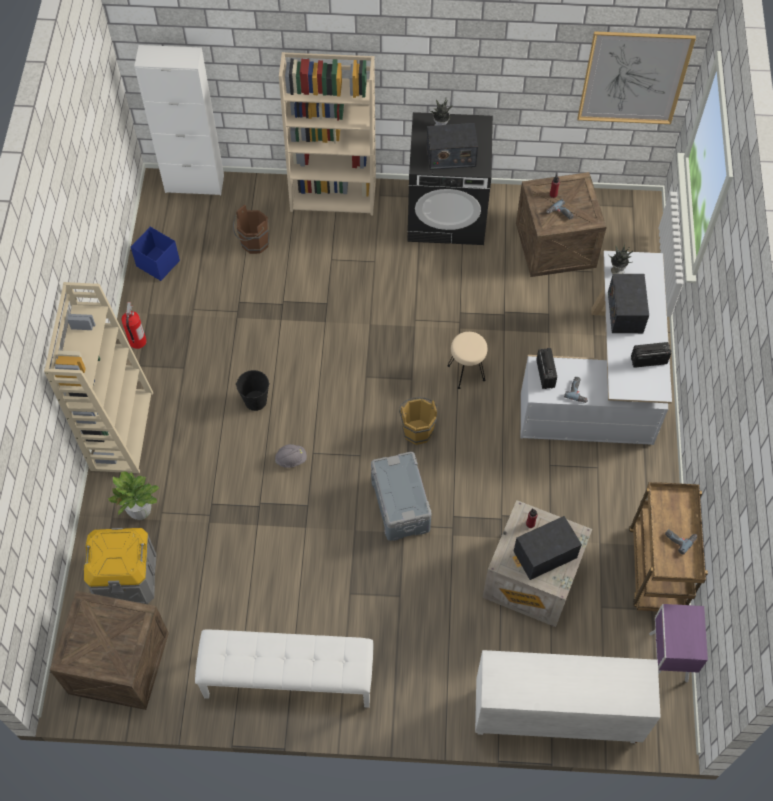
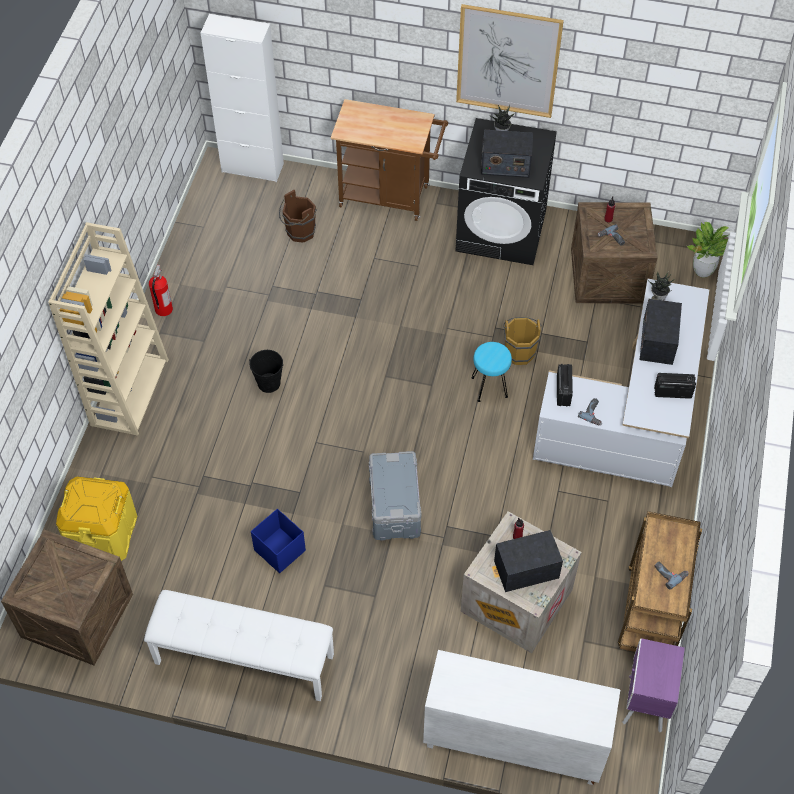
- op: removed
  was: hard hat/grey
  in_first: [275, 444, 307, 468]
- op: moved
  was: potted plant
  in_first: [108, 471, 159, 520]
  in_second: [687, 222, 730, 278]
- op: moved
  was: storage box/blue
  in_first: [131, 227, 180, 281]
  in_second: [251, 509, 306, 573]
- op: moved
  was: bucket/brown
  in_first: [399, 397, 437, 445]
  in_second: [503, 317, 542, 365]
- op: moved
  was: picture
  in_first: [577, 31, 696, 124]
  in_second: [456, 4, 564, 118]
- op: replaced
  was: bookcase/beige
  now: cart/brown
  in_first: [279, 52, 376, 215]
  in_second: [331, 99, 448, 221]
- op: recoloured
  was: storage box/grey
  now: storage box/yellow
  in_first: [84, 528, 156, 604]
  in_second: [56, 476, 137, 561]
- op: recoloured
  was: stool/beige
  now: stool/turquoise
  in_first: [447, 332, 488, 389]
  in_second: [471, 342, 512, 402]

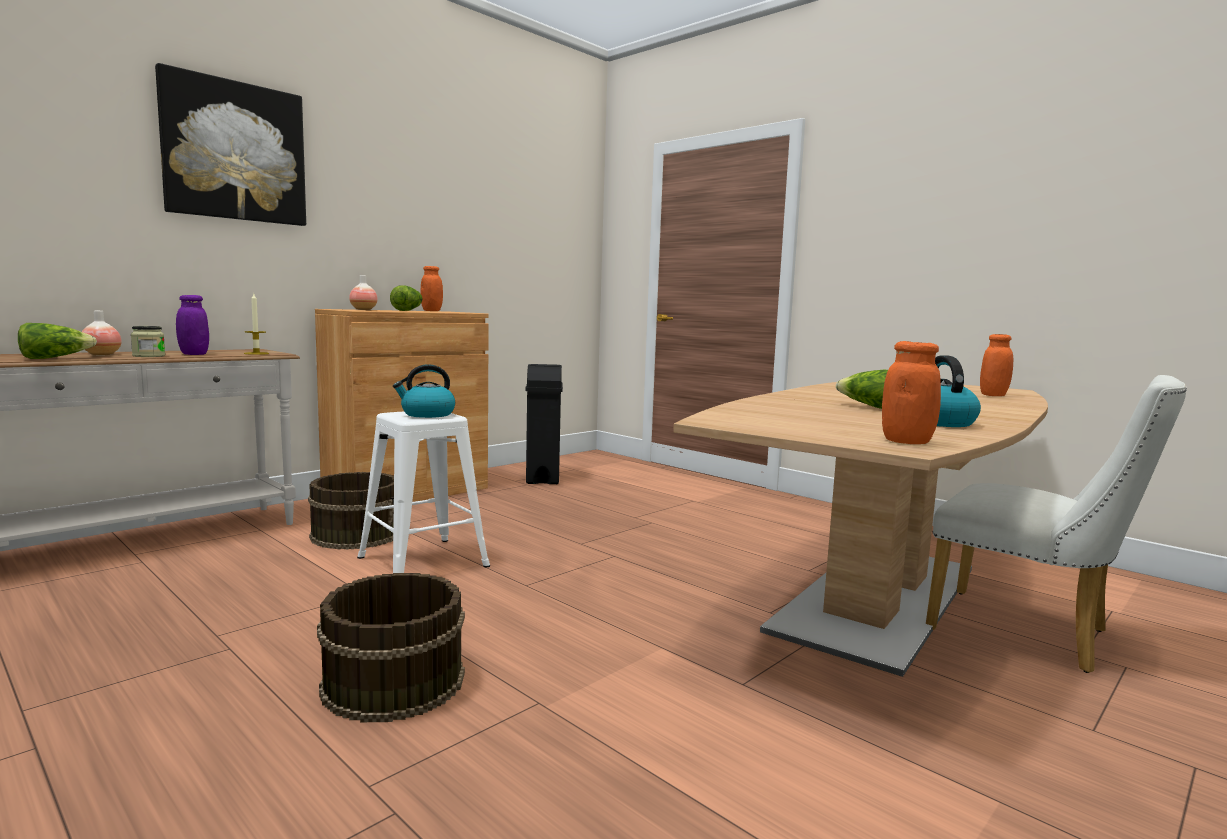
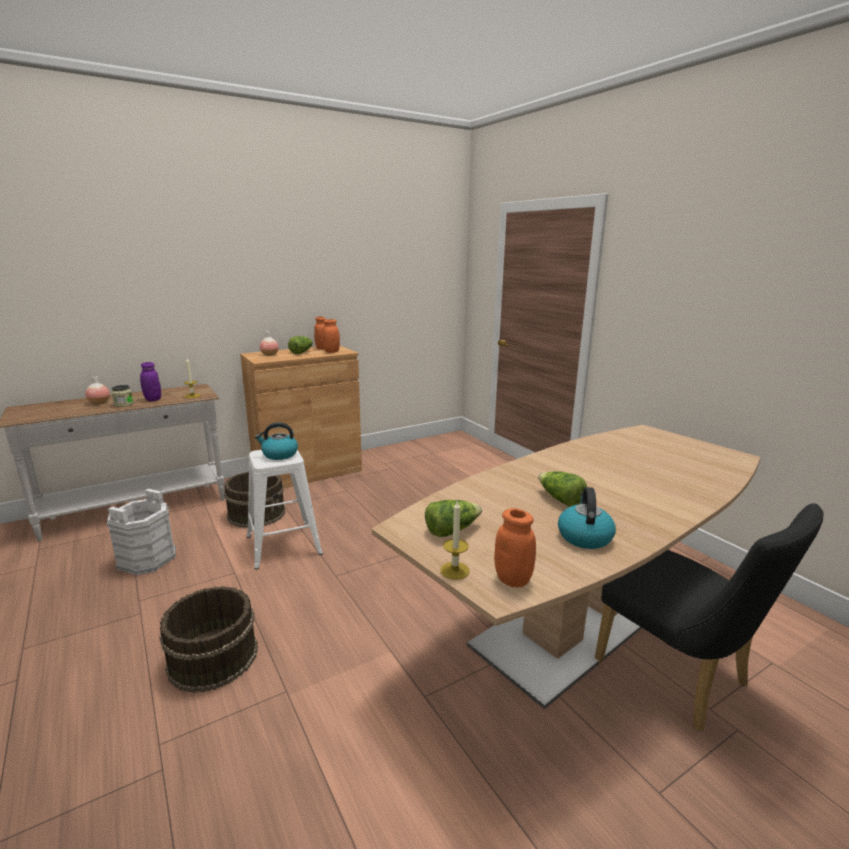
- op: removed
  was: picture
  in_first: [155, 63, 306, 226]
- op: removed
  was: trash can/black
  in_first: [525, 364, 563, 484]
- op: added
  now: bucket/white
  in_second: [107, 489, 176, 575]
- op: added
  now: candle
  in_second: [441, 500, 470, 579]
- op: moved
  was: lettuce
  in_first: [18, 323, 97, 359]
  in_second: [425, 500, 482, 537]
- op: moved
  was: jar/orange
  in_first: [980, 334, 1013, 396]
  in_second: [322, 319, 340, 353]
- op: recoloured
  was: chair/white
  now: chair/black
  in_first: [926, 375, 1187, 673]
  in_second: [595, 503, 824, 732]

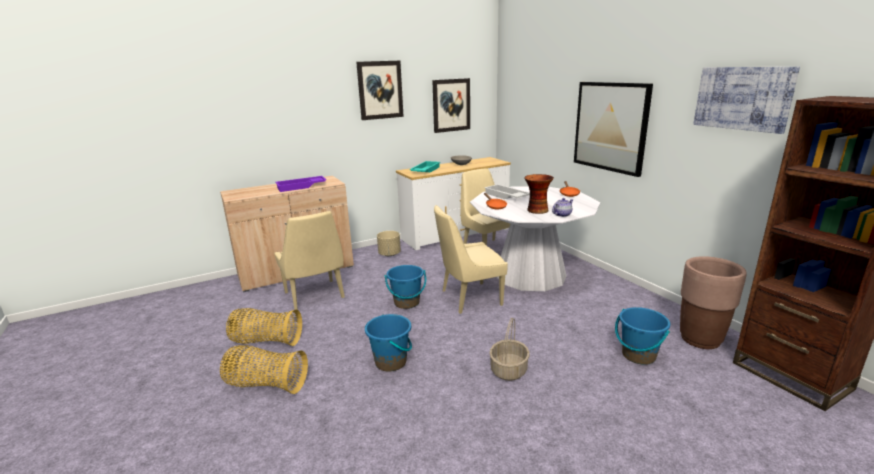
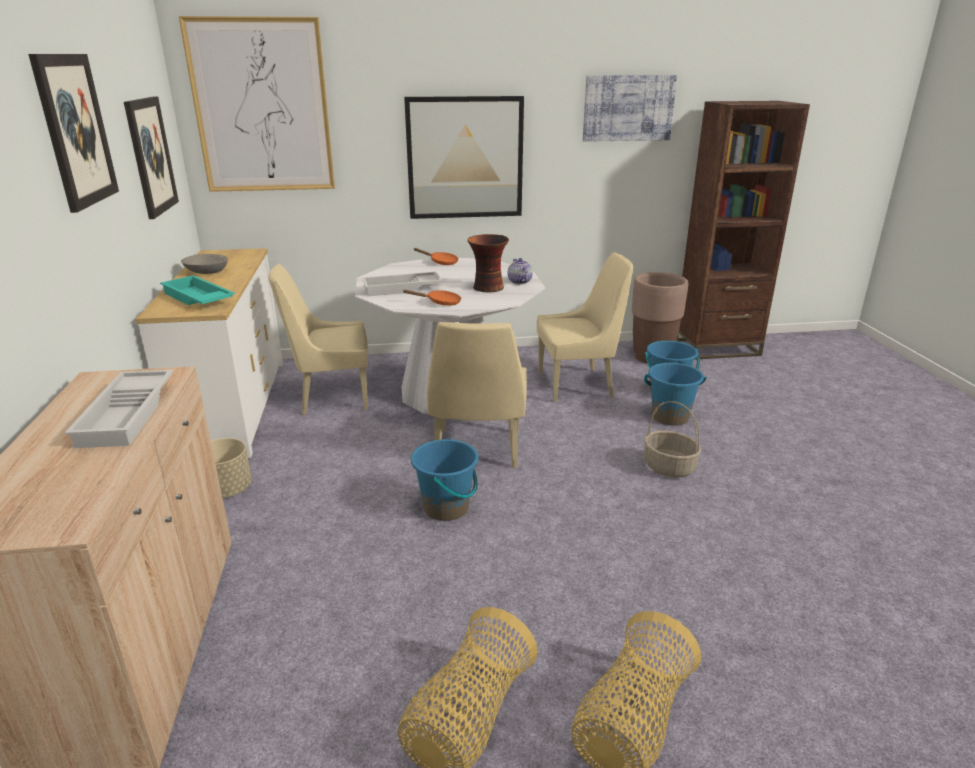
- op: added
  now: picture
  in_second: [179, 16, 335, 192]
- op: moved
  was: chair/beige
  in_first: [274, 211, 345, 310]
  in_second: [537, 252, 633, 402]
- op: moved
  was: bucket/blue
  in_first: [365, 314, 412, 371]
  in_second: [644, 363, 707, 426]
- op: recoloured
  was: tray/purple
  now: tray/white
  in_first: [275, 176, 326, 192]
  in_second: [65, 370, 173, 448]

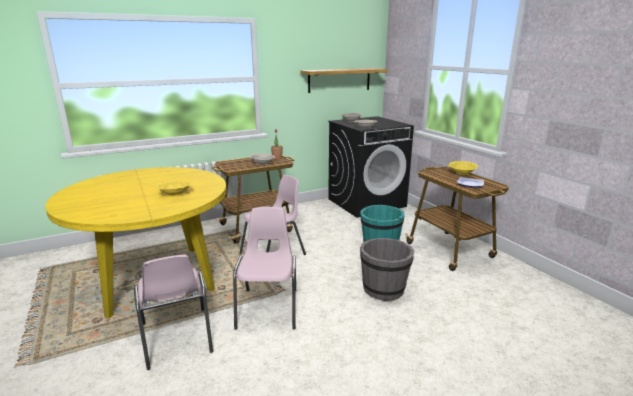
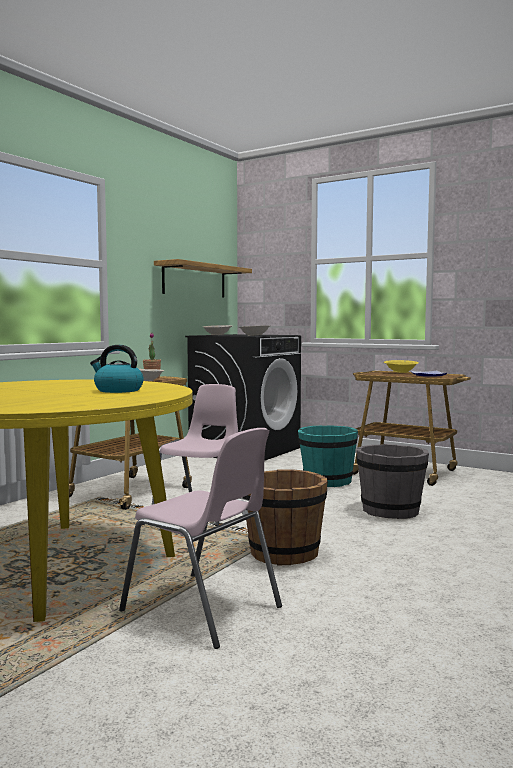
- op: replaced
  was: bowl/yellow
  now: kettle
  in_first: [156, 180, 192, 196]
  in_second: [90, 345, 144, 393]
- op: replaced
  was: chair/pink
  now: bucket/brown
  in_first: [233, 207, 296, 330]
  in_second: [242, 469, 328, 565]

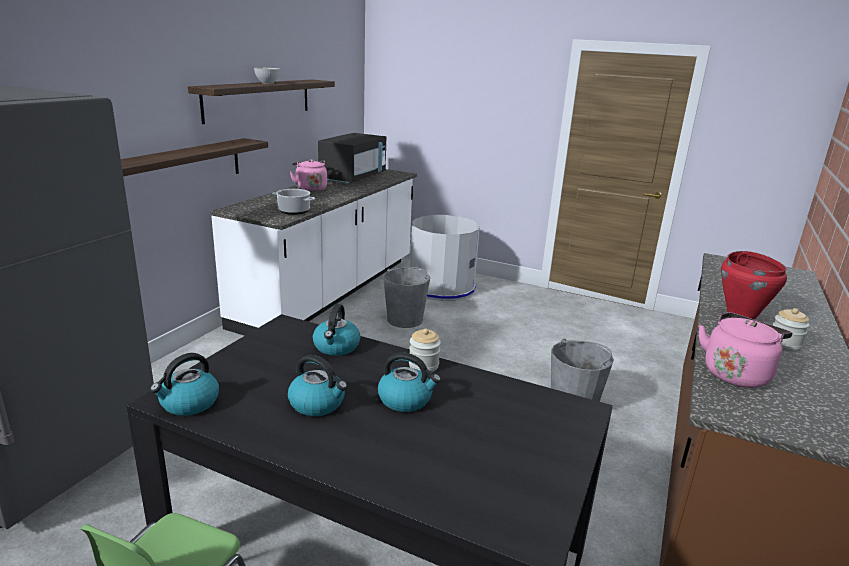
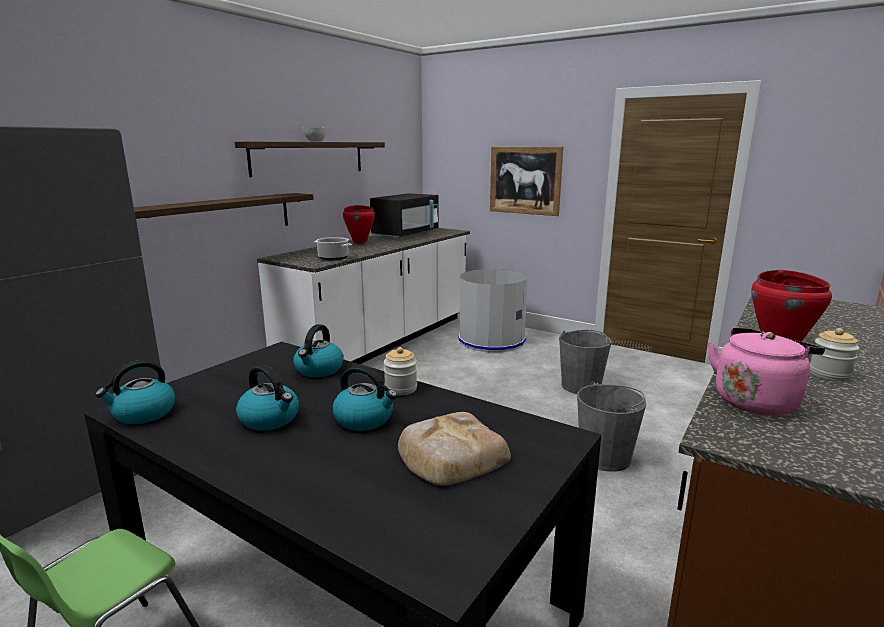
- op: added
  now: bread
  in_second: [398, 412, 511, 486]
- op: added
  now: picture
  in_second: [490, 147, 563, 216]
- op: moved
  was: bucket/grey
  in_first: [383, 267, 430, 328]
  in_second: [559, 330, 612, 394]
- op: replaced
  was: kettle/pink
  now: cooking pot/red
  in_first: [289, 159, 327, 191]
  in_second: [343, 205, 375, 243]

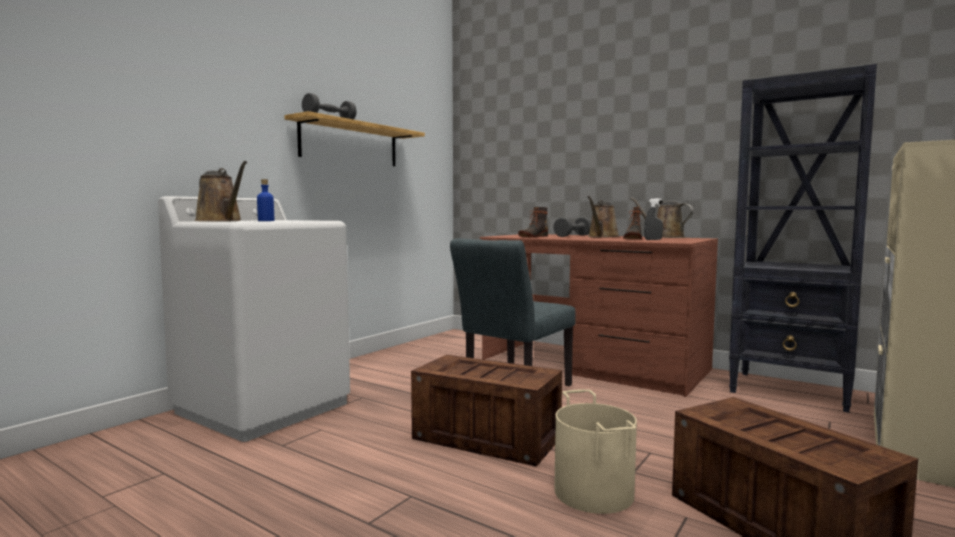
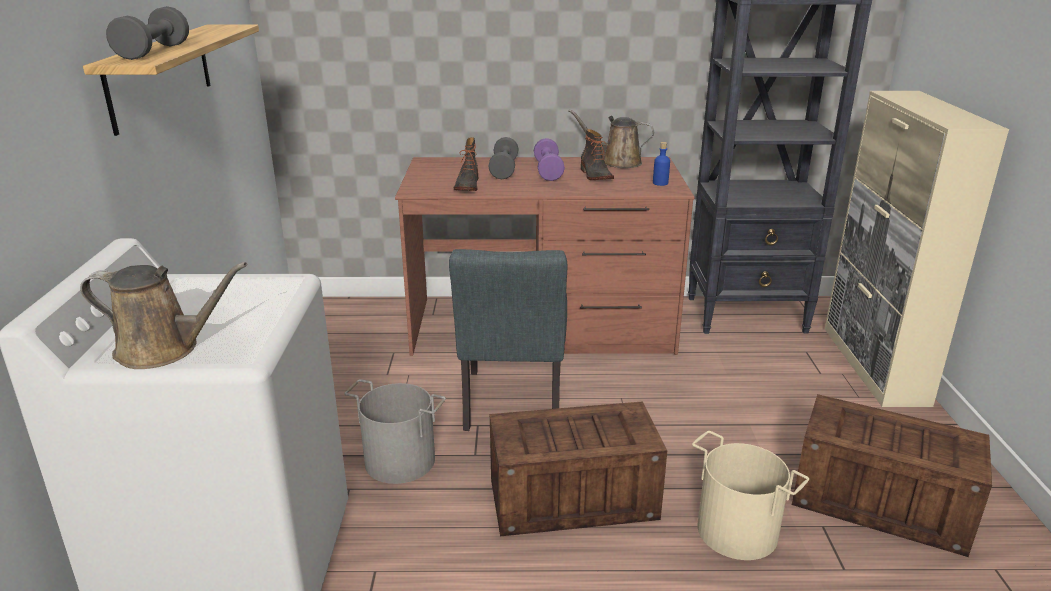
- op: removed
  was: spray bottle/grey
  in_first: [644, 199, 663, 240]
- op: added
  now: bucket/grey
  in_second: [344, 379, 446, 484]
- op: moved
  was: bottle/blue
  in_first: [257, 179, 274, 221]
  in_second: [653, 142, 670, 186]
- op: replaced
  was: watering can/brown
  now: dumbbell/purple
  in_first: [588, 196, 620, 238]
  in_second: [534, 138, 565, 181]

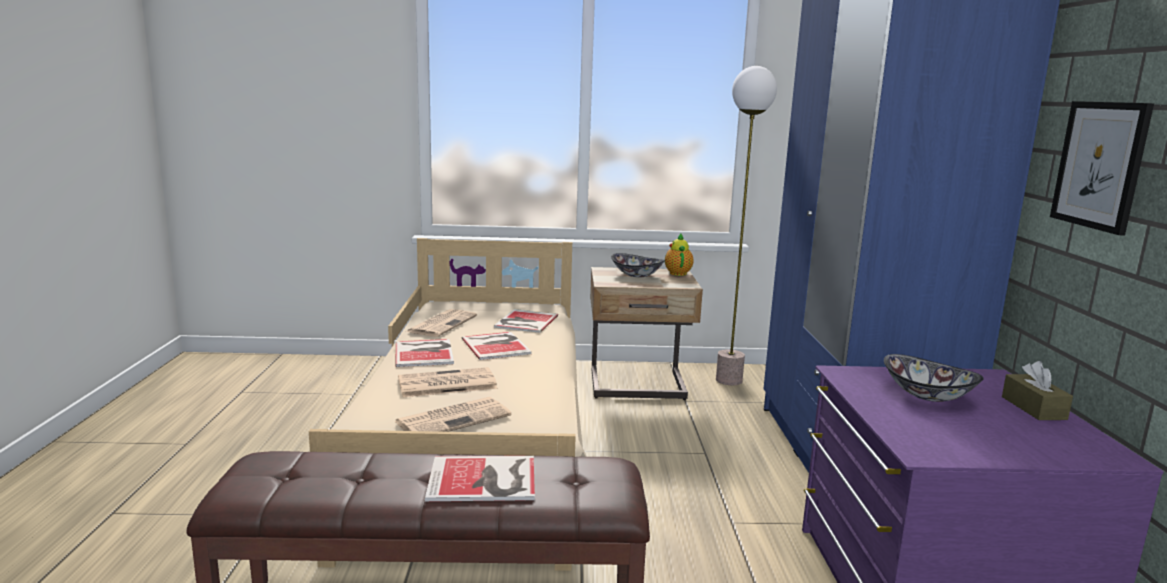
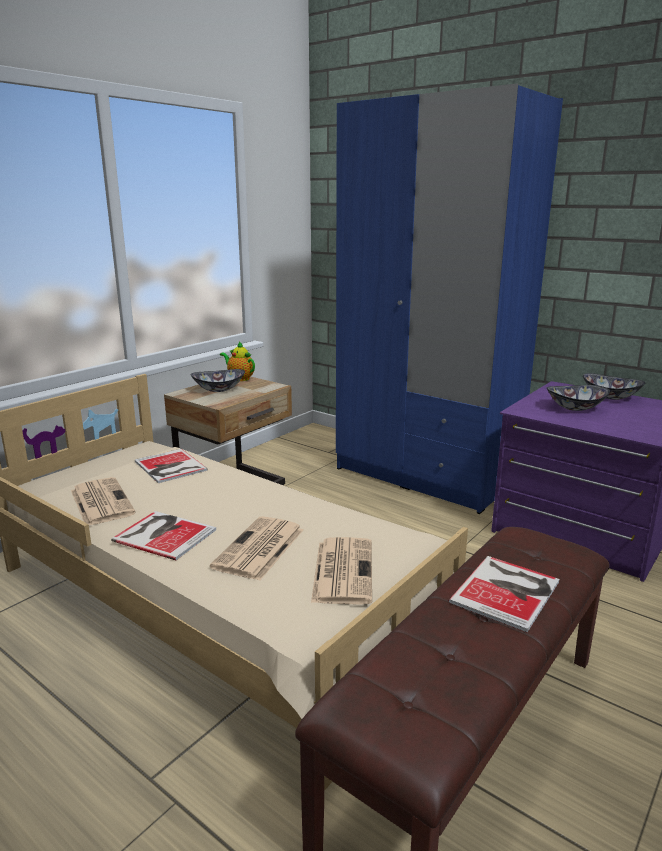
- op: removed
  was: book
  in_first: [462, 332, 532, 360]
- op: removed
  was: floor lamp
  in_first: [716, 66, 777, 385]
- op: removed
  was: picture
  in_first: [1050, 101, 1154, 235]
- op: replaced
  was: tissue box/brown
  now: bowl
  in_first: [1002, 361, 1073, 420]
  in_second: [583, 373, 645, 400]

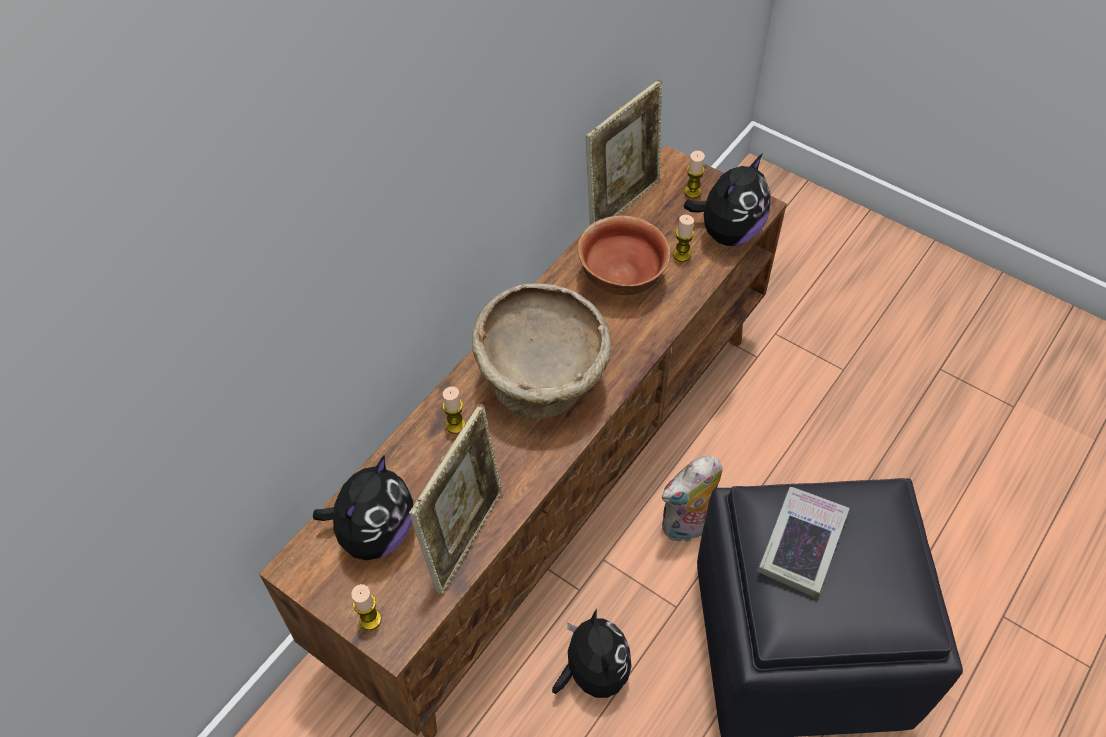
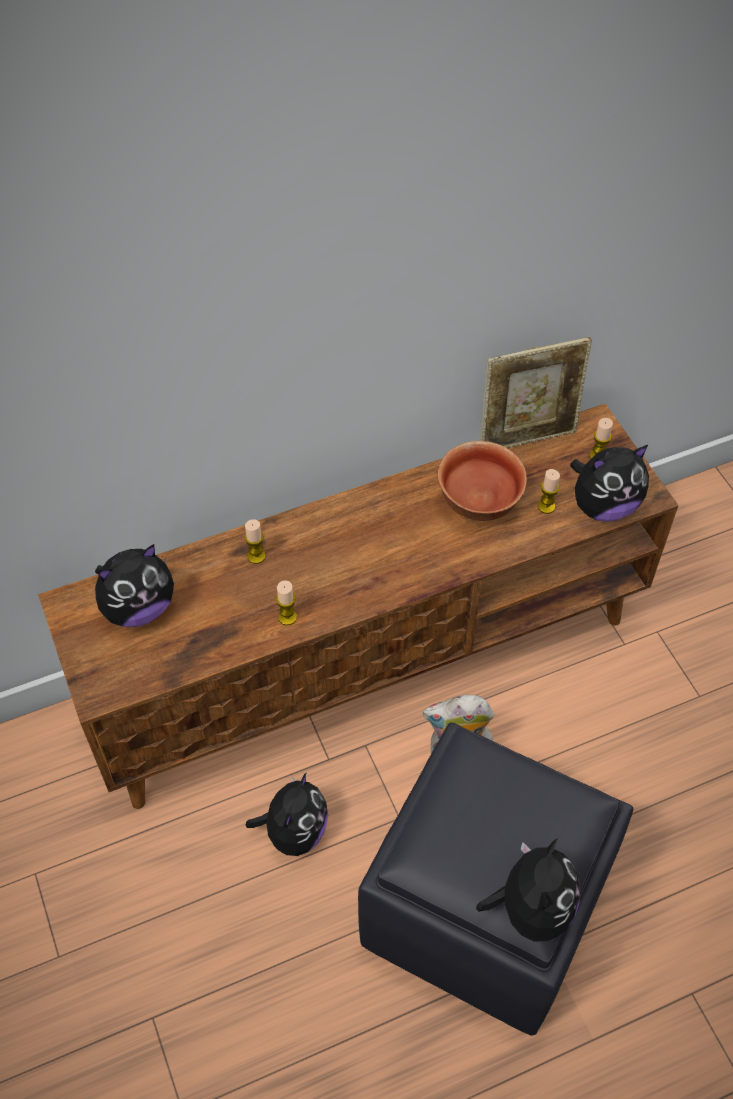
- op: removed
  was: picture frame
  in_first: [409, 404, 502, 595]
- op: removed
  was: bowl/beige
  in_first: [472, 283, 611, 419]
- op: removed
  was: book
  in_first: [757, 487, 850, 598]
- op: added
  now: plush toy
  in_second: [476, 838, 580, 941]
- op: moved
  was: candle
  in_first: [351, 584, 381, 630]
  in_second: [276, 580, 297, 625]

